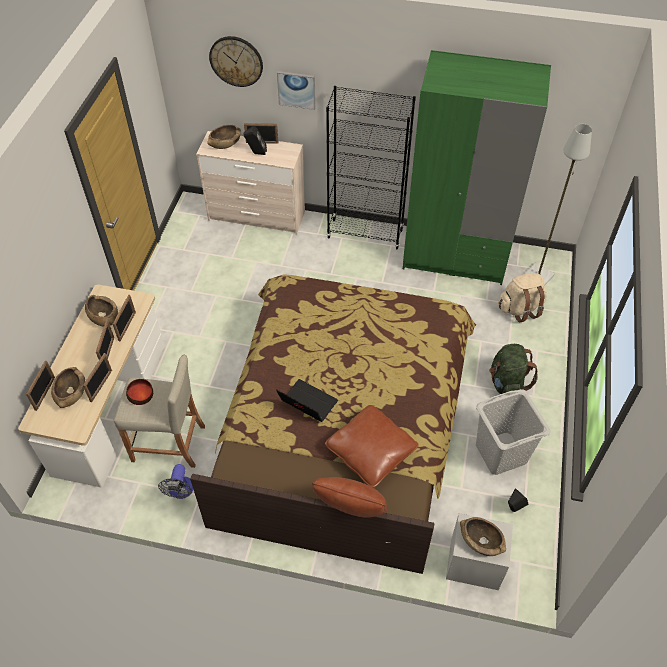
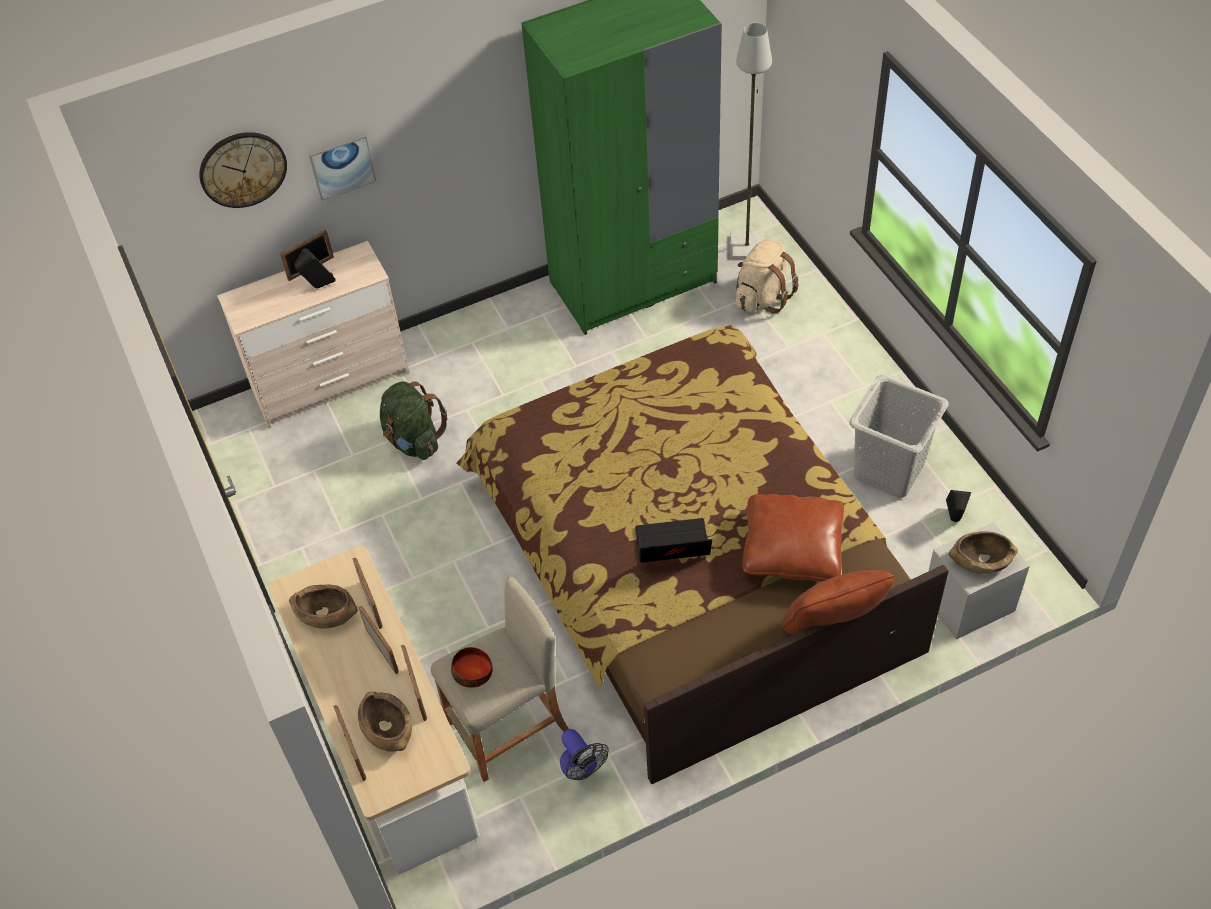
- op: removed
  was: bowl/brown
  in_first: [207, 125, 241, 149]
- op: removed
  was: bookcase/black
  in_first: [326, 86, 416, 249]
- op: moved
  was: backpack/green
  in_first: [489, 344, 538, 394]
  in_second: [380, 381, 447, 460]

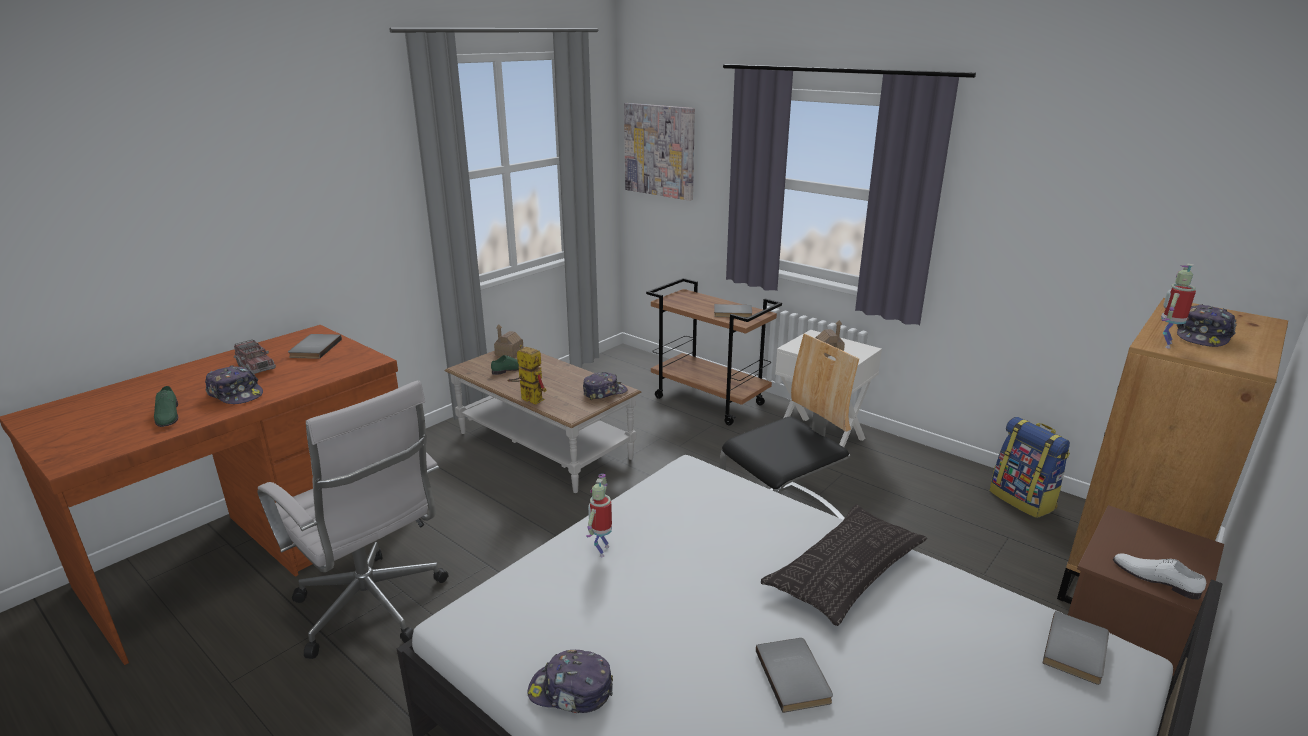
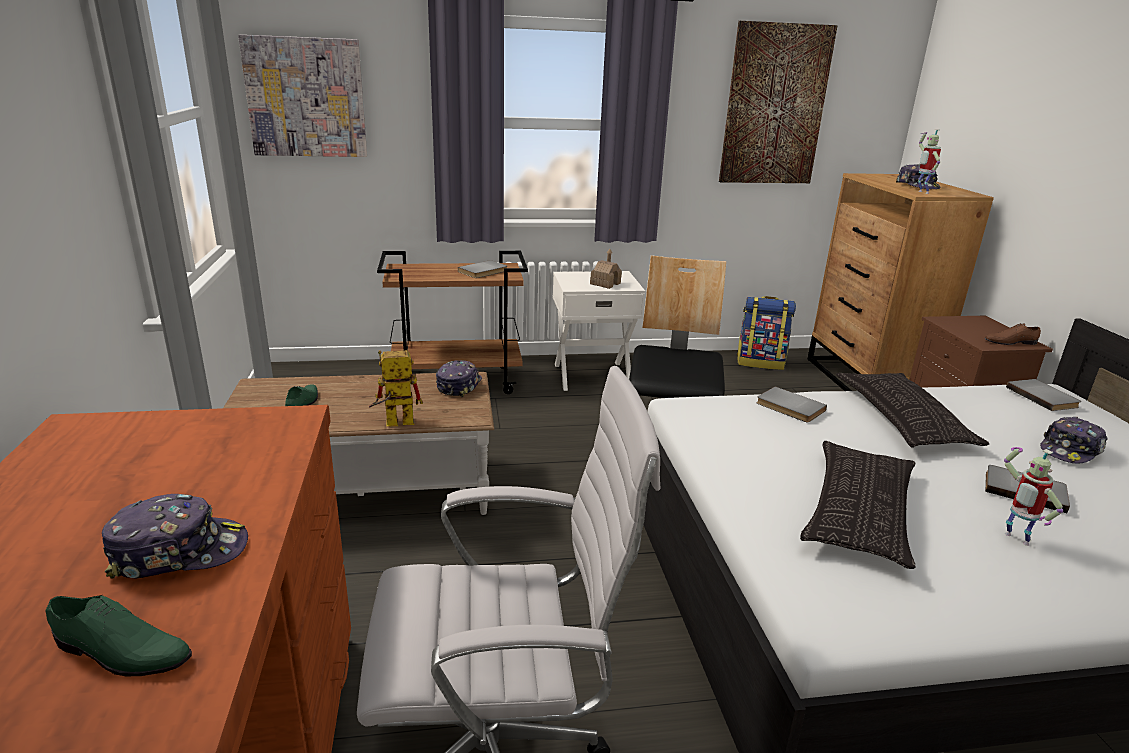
- op: removed
  was: toy truck
  in_first: [234, 340, 276, 374]
- op: removed
  was: toy house
  in_first: [494, 324, 523, 358]
- op: added
  now: picture
  in_second: [719, 21, 838, 183]
- op: added
  now: pillow
  in_second: [800, 441, 916, 569]
- op: moved
  was: book/grey
  in_first: [288, 334, 342, 359]
  in_second: [757, 386, 827, 423]
- op: moved
  was: cap
  in_first: [527, 650, 613, 713]
  in_second: [1040, 417, 1108, 463]
- op: moved
  was: toy robot
  in_first: [586, 474, 612, 557]
  in_second: [1004, 447, 1063, 546]
- op: recoloured
  was: shoe/white
  now: shoe/brown
  in_first: [1113, 553, 1206, 600]
  in_second: [985, 323, 1041, 345]

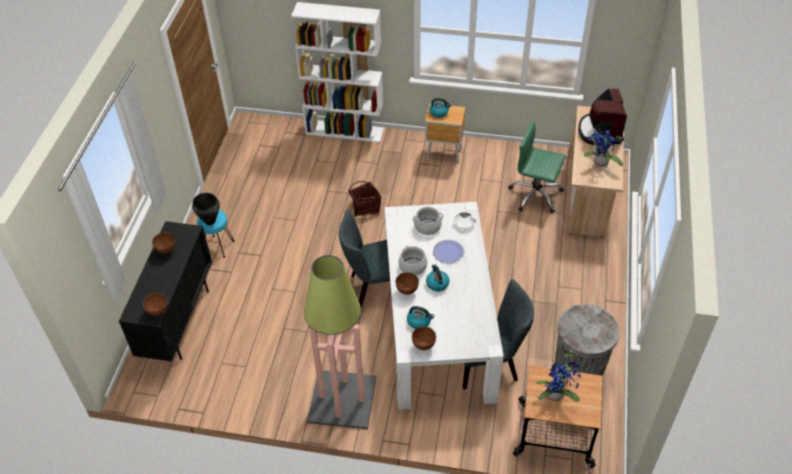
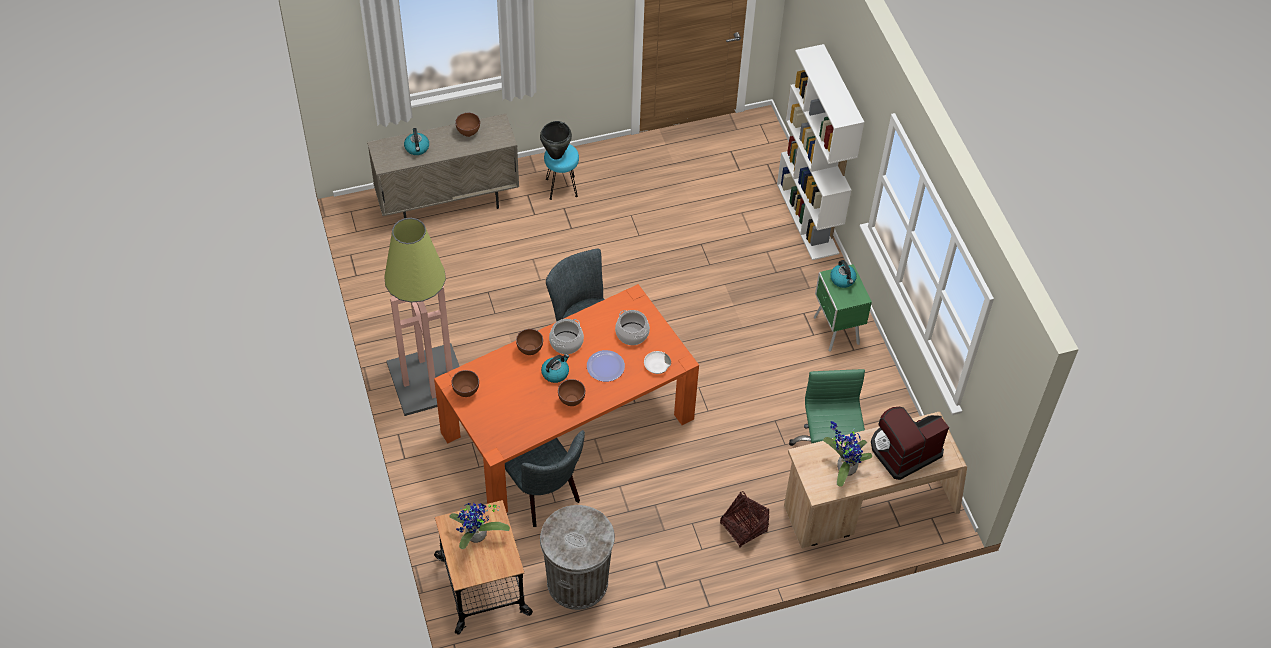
- op: moved
  was: bowl/brown
  in_first: [143, 293, 168, 316]
  in_second: [558, 379, 585, 406]
- op: moved
  was: basket
  in_first: [349, 181, 382, 217]
  in_second: [720, 491, 769, 548]
- op: moved
  was: kettle
  in_first: [407, 306, 434, 329]
  in_second: [404, 128, 429, 155]
- op: recoloured
  was: cabinet/black
  now: cabinet/beige
  in_first: [119, 221, 212, 362]
  in_second: [367, 114, 519, 218]
- op: recoloured
  was: dining table/white
  now: dining table/orange
  in_first: [384, 202, 504, 410]
  in_second: [434, 284, 699, 513]
- op: recoloured
  was: nightstand/brown
  now: nightstand/green
  in_first: [425, 103, 465, 163]
  in_second: [813, 264, 872, 352]

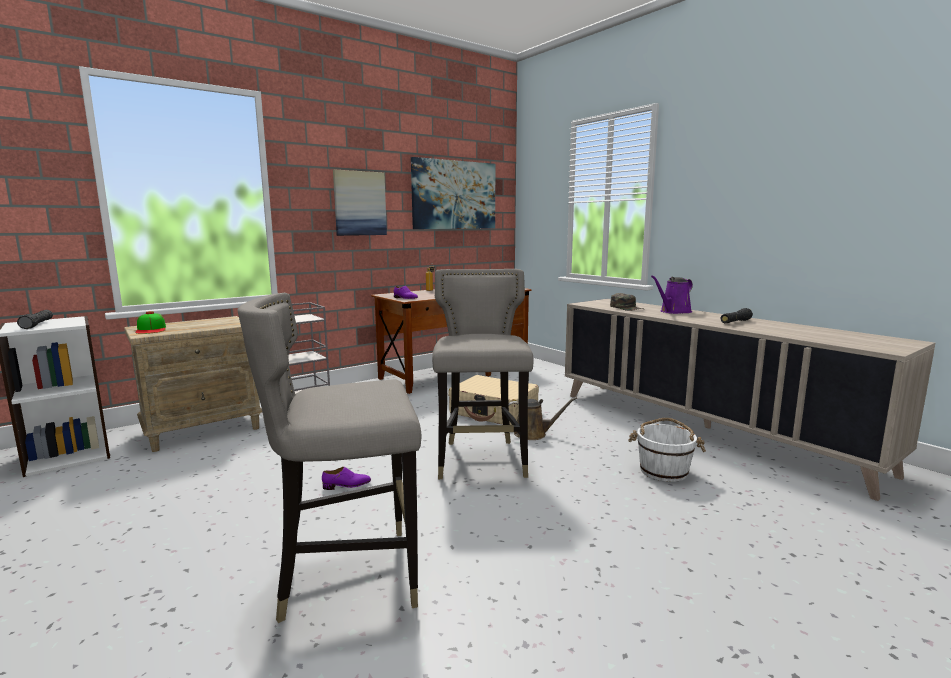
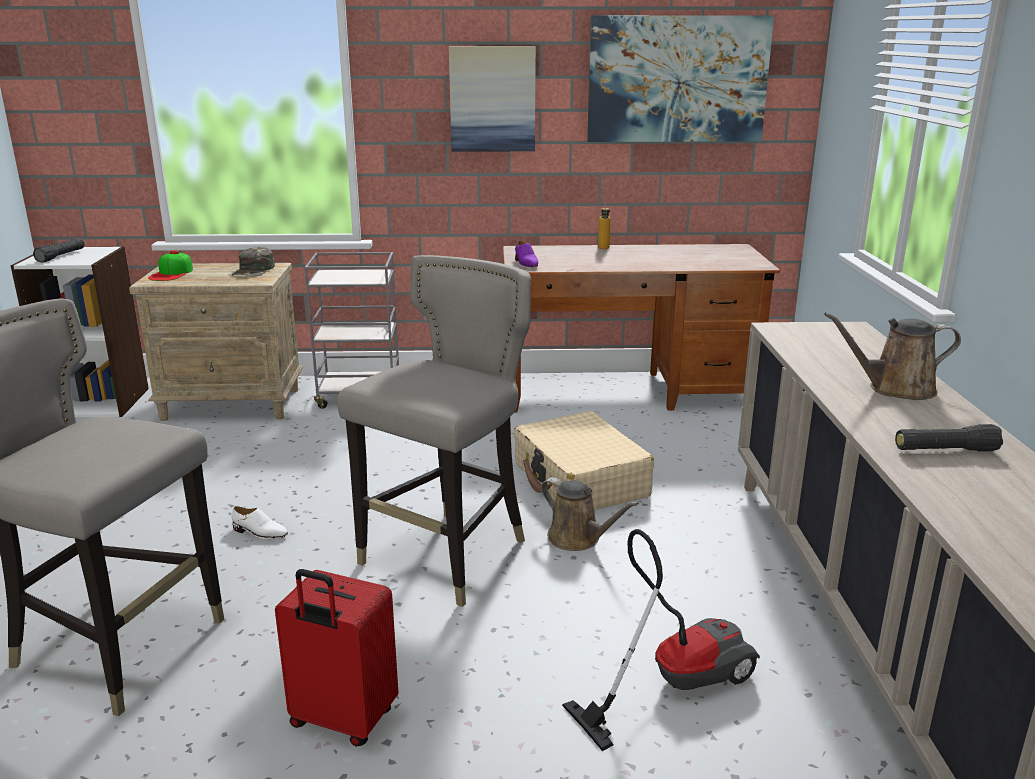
- op: added
  now: suitcase/red
  in_second: [275, 569, 398, 747]
- op: moved
  was: cap/green
  in_first: [610, 293, 643, 311]
  in_second: [232, 247, 275, 276]
- op: replaced
  was: bucket/white
  now: vacuum cleaner
  in_first: [628, 418, 706, 482]
  in_second: [562, 529, 760, 751]
- op: recoloured
  was: shoe/purple
  now: shoe/white
  in_first: [322, 467, 371, 490]
  in_second: [231, 506, 288, 539]
- op: recoloured
  was: watering can/purple
  now: watering can/brown
  in_first: [651, 276, 693, 314]
  in_second: [824, 312, 961, 400]

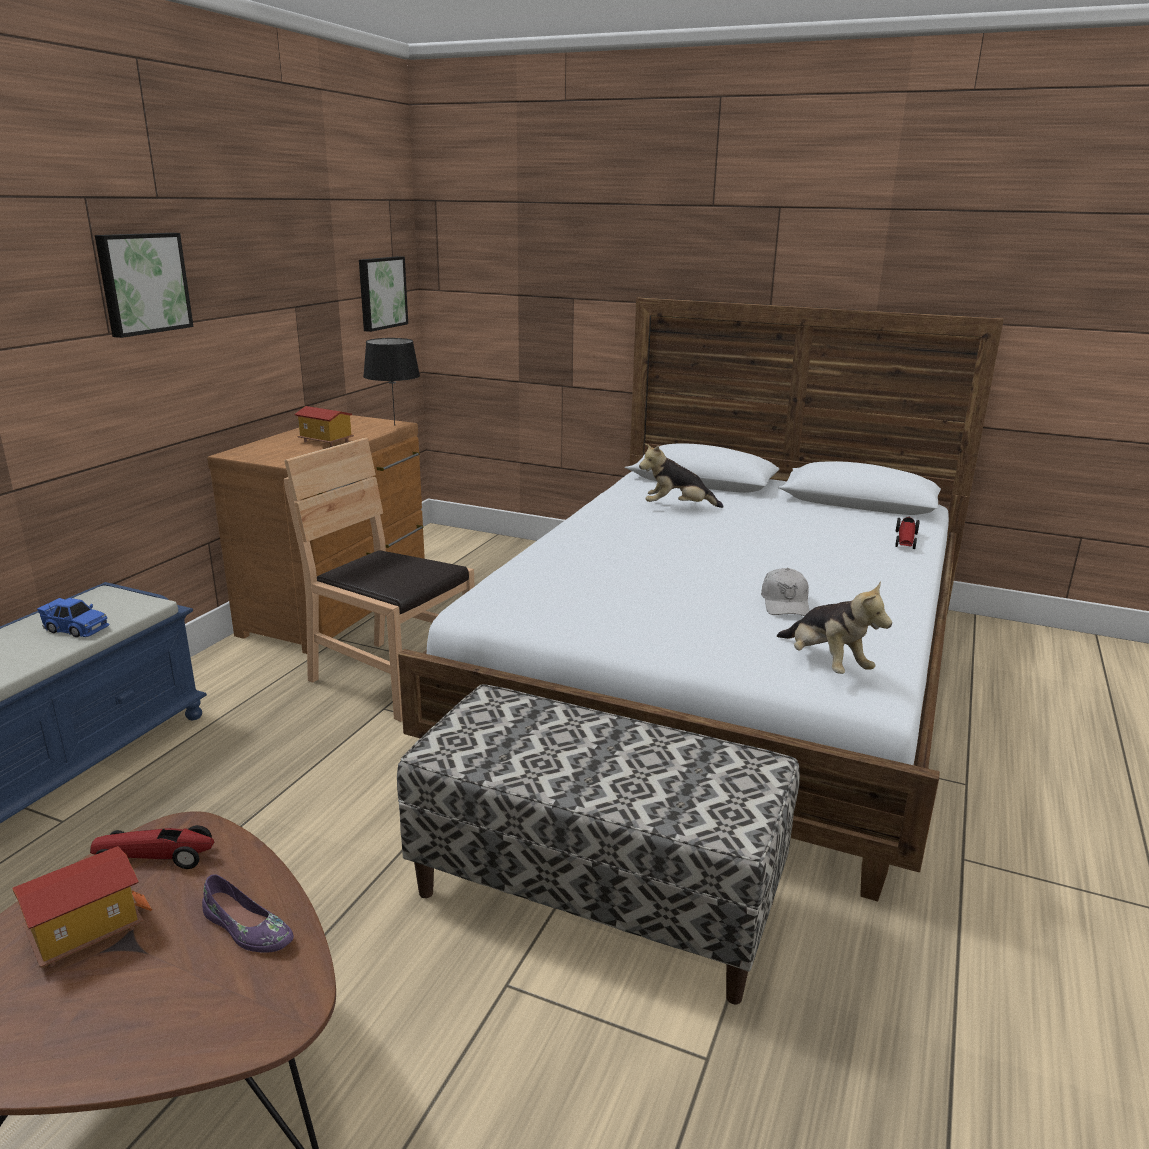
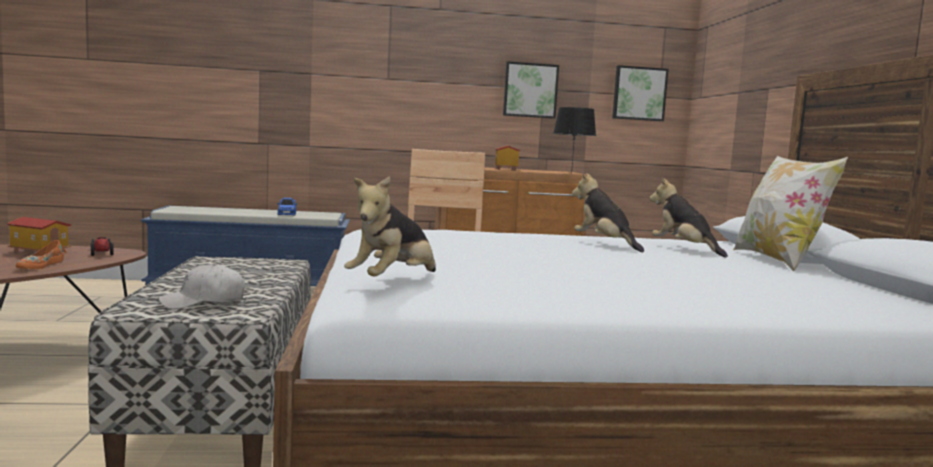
- op: removed
  was: toy car
  in_first: [895, 517, 920, 549]
- op: added
  now: plush toy
  in_second: [572, 172, 644, 252]
- op: added
  now: pillow
  in_second: [733, 156, 848, 271]
- op: moved
  was: picture
  in_first: [95, 233, 193, 338]
  in_second: [503, 61, 559, 119]
- op: moved
  was: cap/white
  in_first: [761, 568, 809, 616]
  in_second: [158, 263, 245, 309]
- op: recoloured
  was: shoe/purple
  now: shoe/orange
  in_first: [202, 874, 294, 953]
  in_second: [16, 240, 64, 269]

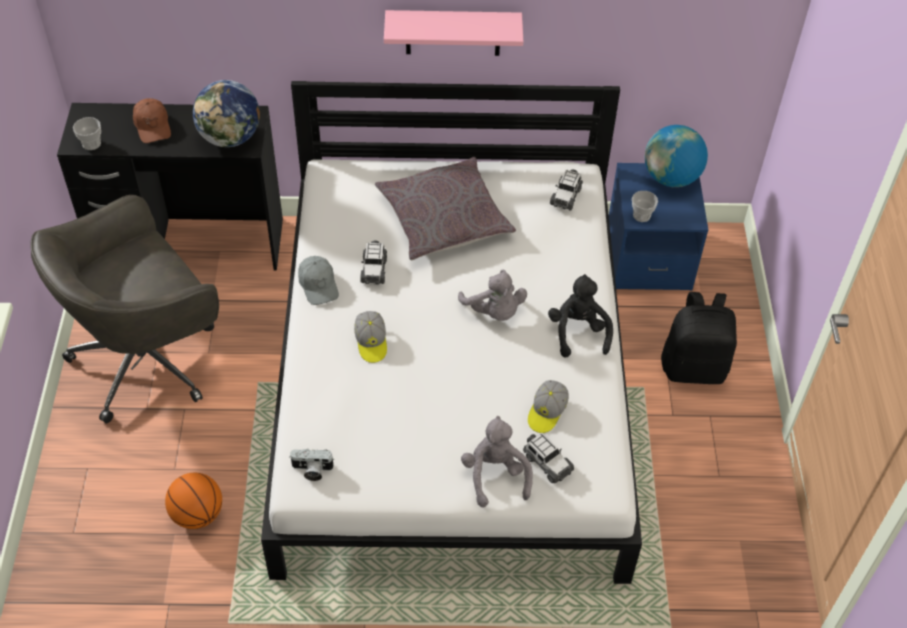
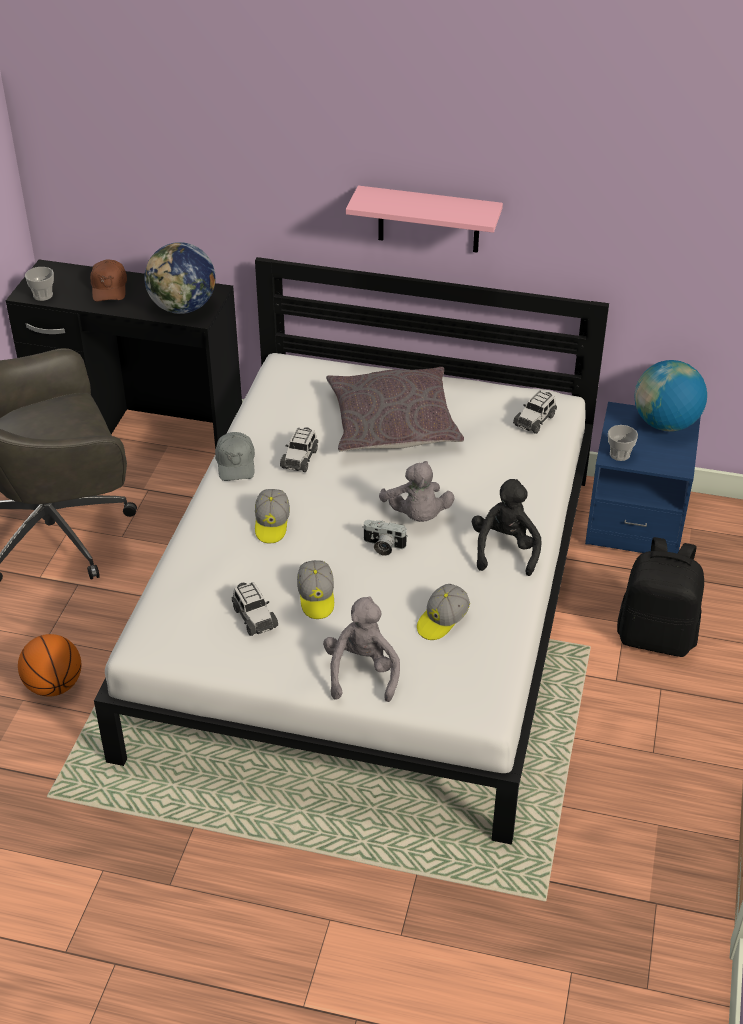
- op: added
  now: cap
  in_second: [297, 560, 334, 619]
- op: moved
  was: photo camera
  in_first: [289, 449, 334, 481]
  in_second: [362, 520, 408, 556]
- op: moved
  was: toy car
  in_first: [523, 433, 574, 483]
  in_second: [232, 582, 278, 636]

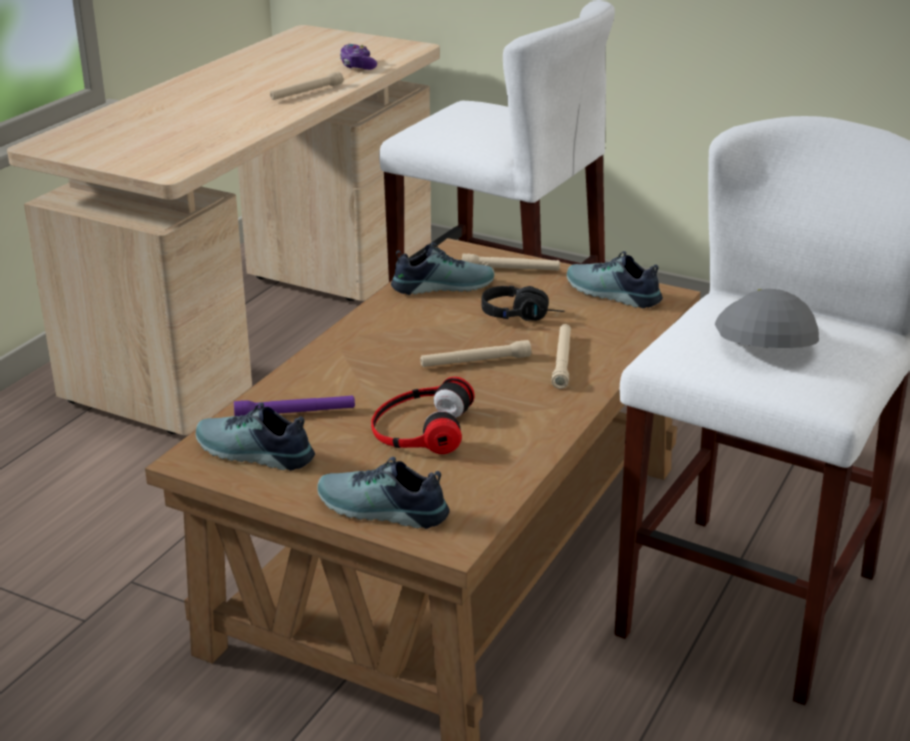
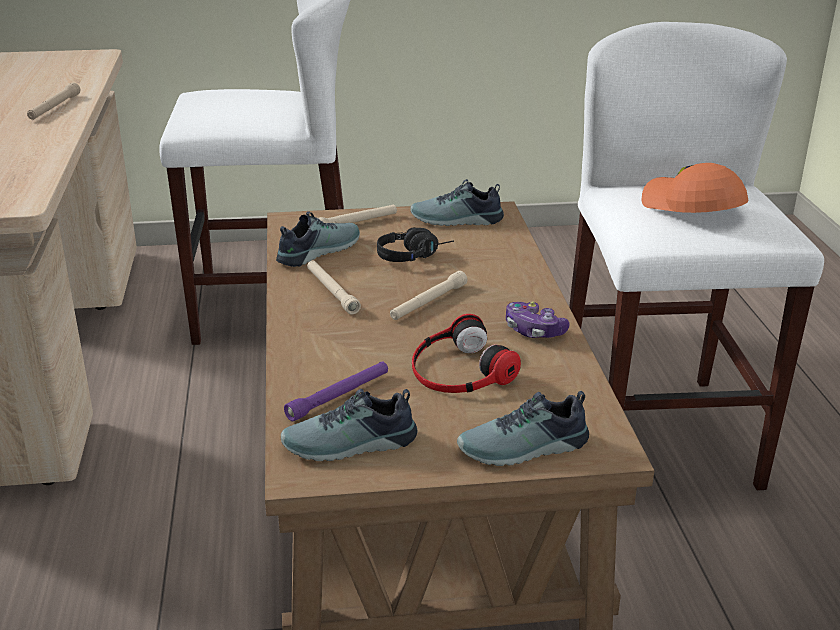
- op: moved
  was: game controller
  in_first: [340, 44, 377, 70]
  in_second: [506, 301, 569, 338]
- op: moved
  was: flashlight/beige
  in_first: [551, 324, 571, 389]
  in_second: [307, 261, 361, 314]
- op: recoloured
  was: cap/grey
  now: cap/orange
  in_first: [715, 289, 819, 348]
  in_second: [641, 163, 748, 213]

